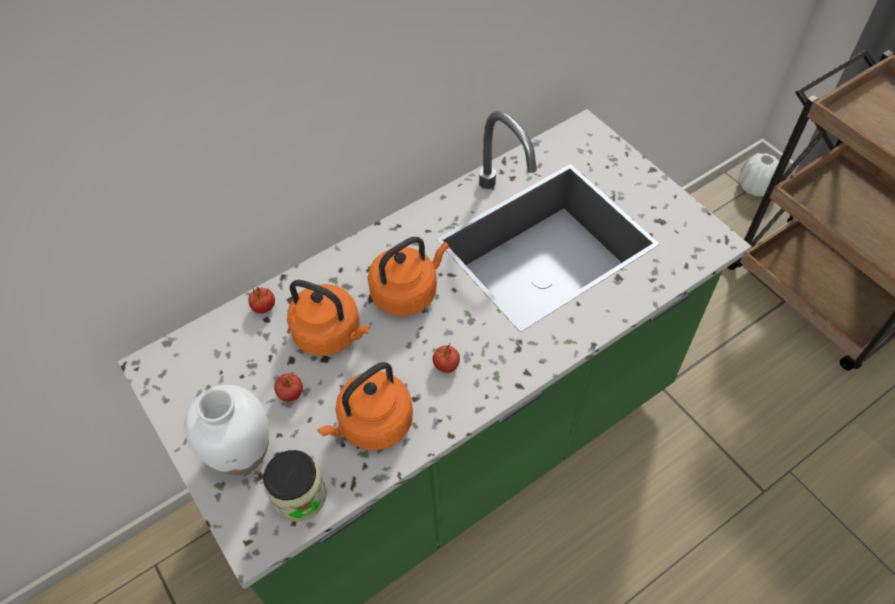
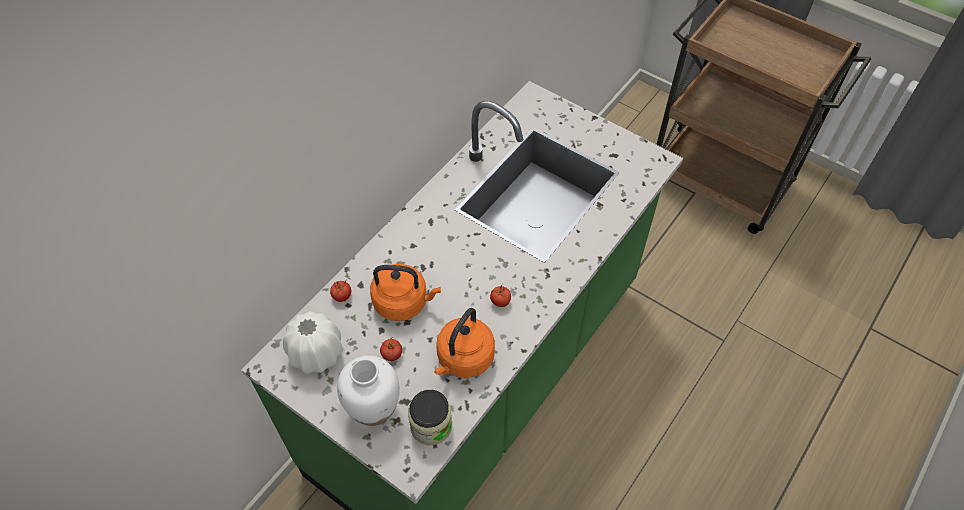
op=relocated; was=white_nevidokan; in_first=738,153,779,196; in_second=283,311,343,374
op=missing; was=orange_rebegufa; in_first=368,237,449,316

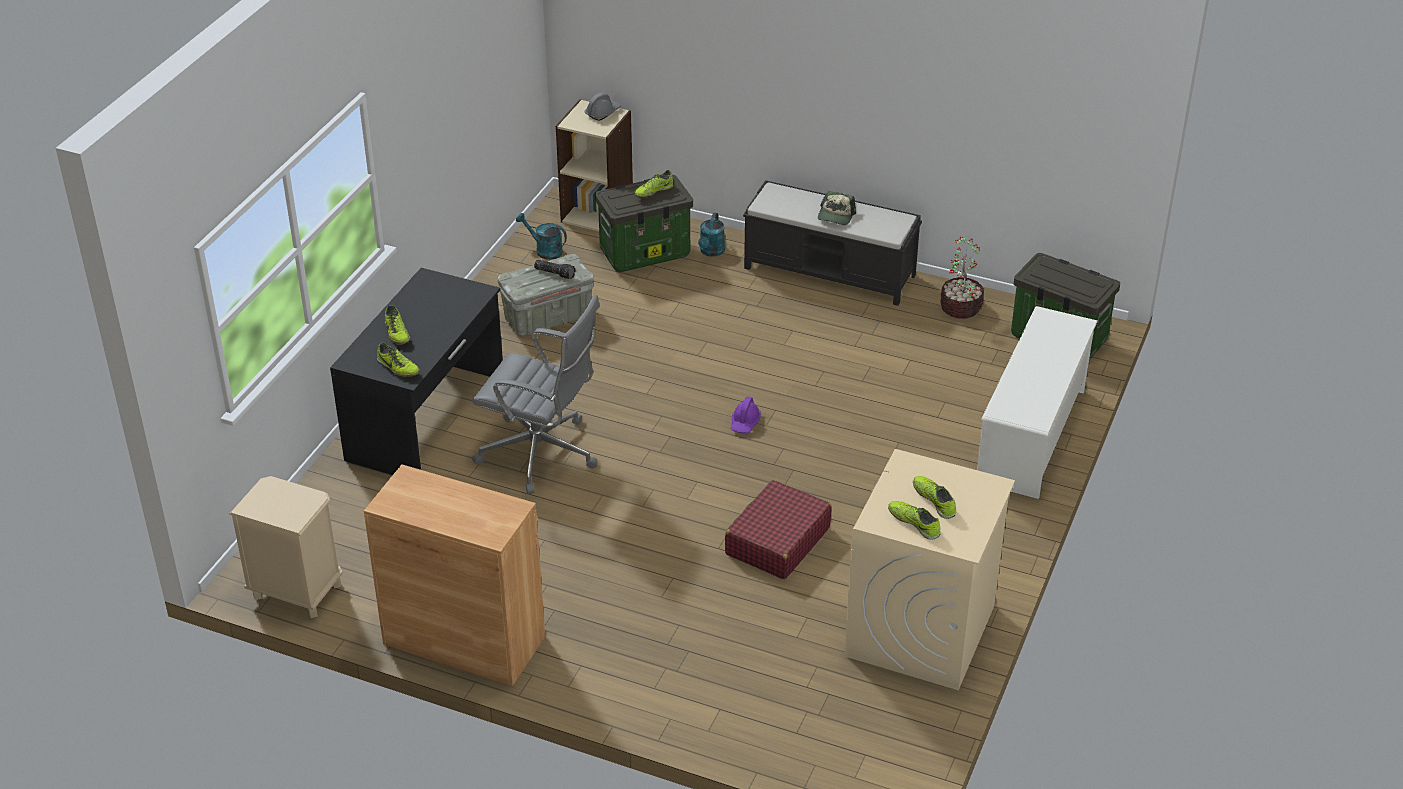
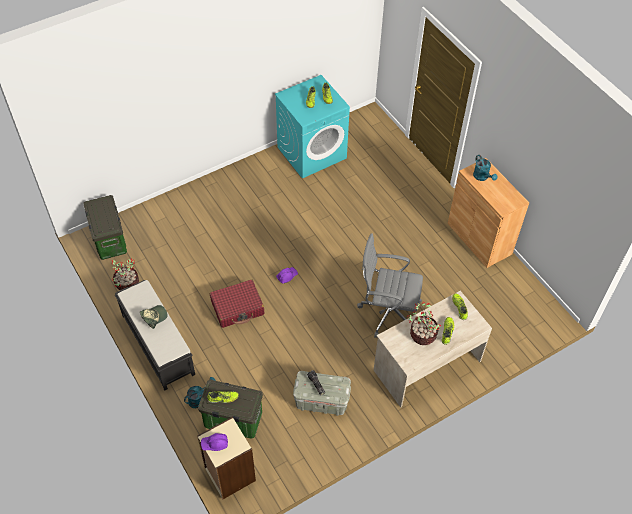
op=colour; was=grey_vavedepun; now=purple_vavedepun; in_first=584,93,621,121; in_second=201,433,228,451
op=relocated; was=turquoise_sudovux; in_first=516,213,567,260; in_second=473,155,498,181
op=colour; was=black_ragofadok; now=beige_ragofadok; in_first=330,268,503,475; in_second=374,291,492,407
op=spun; was=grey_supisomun; in_first=472,295,600,494; in_second=357,233,423,338; clockwise=-45
op=missing; was=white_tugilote; in_first=977,306,1098,499
op=colour; was=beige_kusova; now=turquoise_kusova; in_first=844,449,1015,691; in_second=275,75,350,179
op=missing; was=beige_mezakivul; in_first=229,476,343,618
op=relocated; was=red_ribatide; in_first=725,480,832,579; in_second=210,280,264,328
op=appeared; now=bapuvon; in_second=407,301,441,345

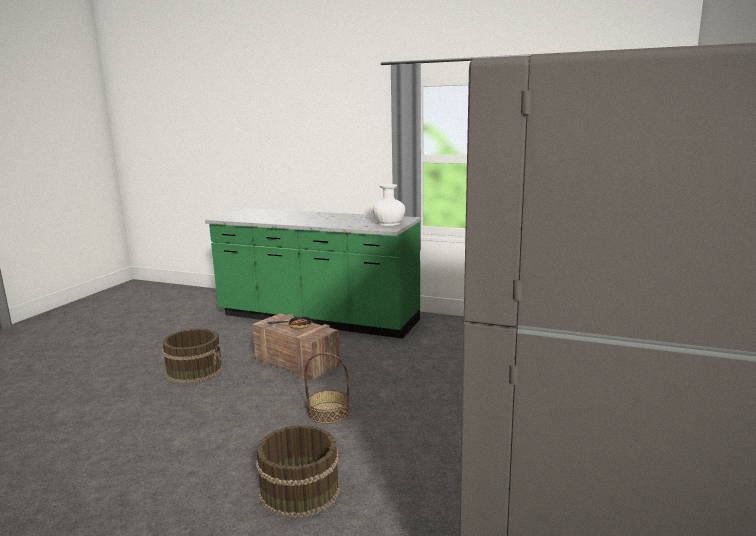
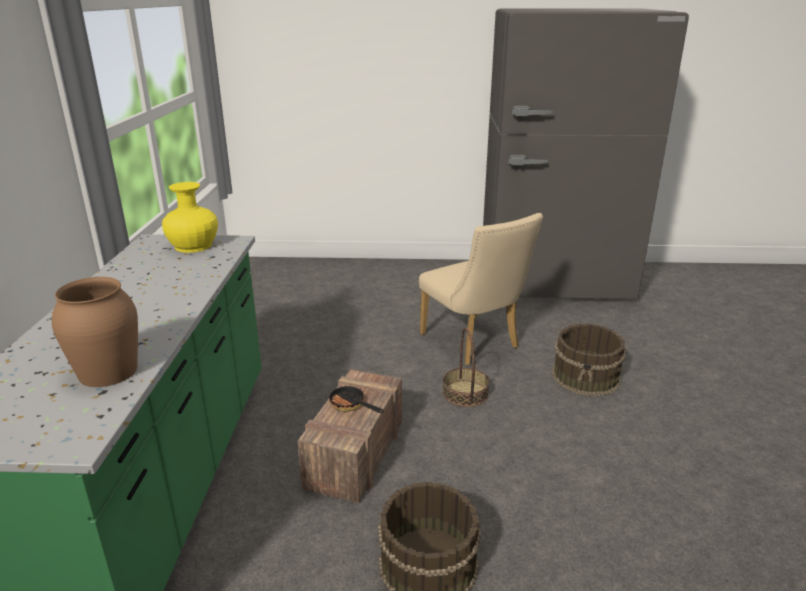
op=colour; was=white_nevidokan; now=yellow_nevidokan; in_first=373,184,405,226; in_second=162,182,218,253
op=appeared; now=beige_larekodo; in_second=419,213,543,365
op=appeared; now=brown_nevidokan; in_second=52,277,138,387

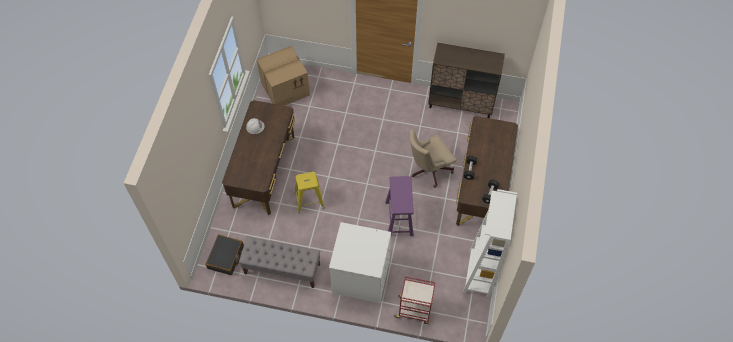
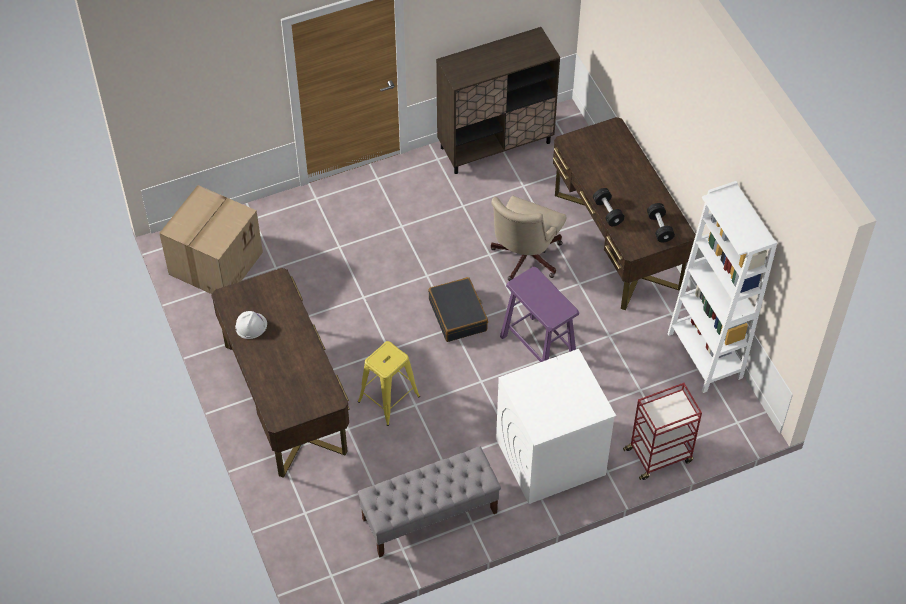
op=relocated; was=black_ribatide; in_first=205,235,244,275; in_second=428,277,488,342

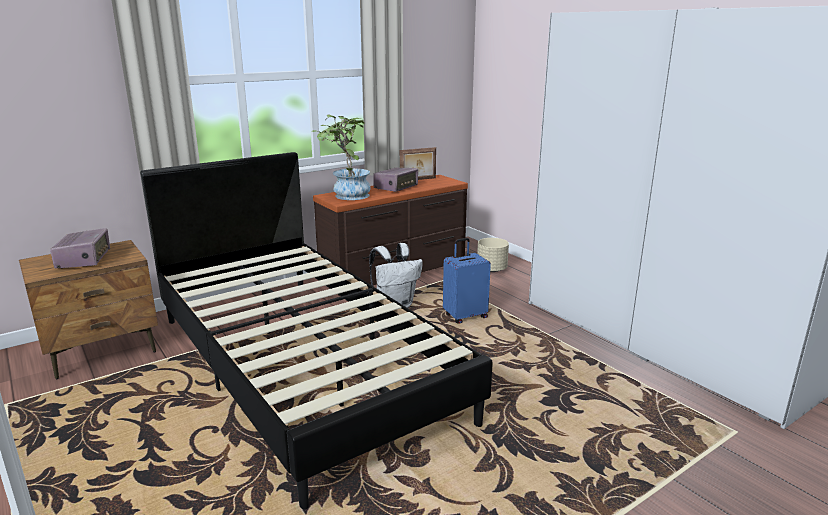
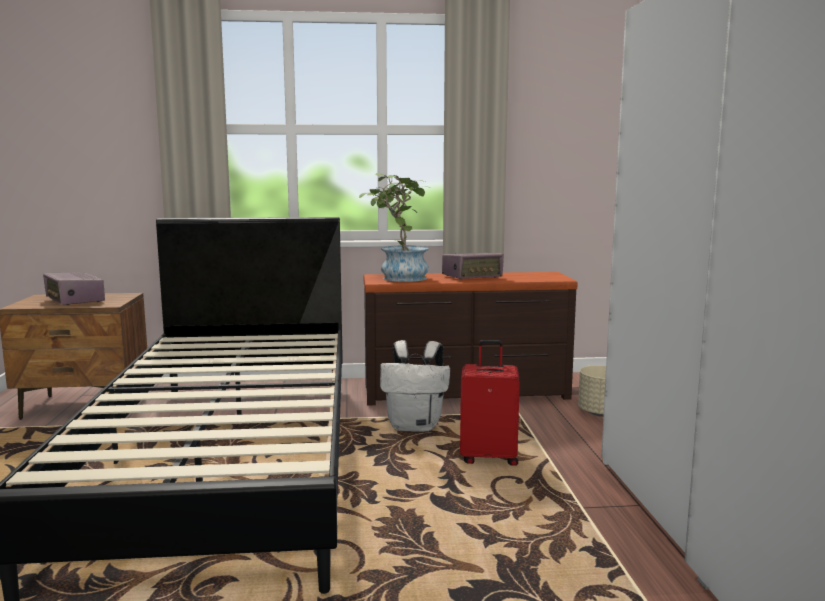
op=missing; was=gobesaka; in_first=400,147,436,180
op=spun; was=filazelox; in_first=50,228,110,268; in_second=43,273,105,305; clockwise=120
op=colour; was=blue_ribatide; now=red_ribatide; in_first=443,238,491,324; in_second=460,340,520,466

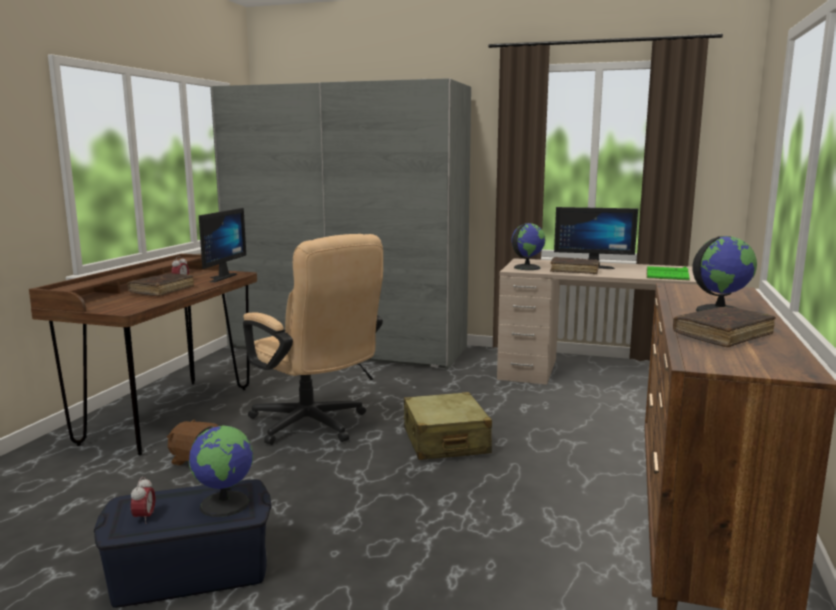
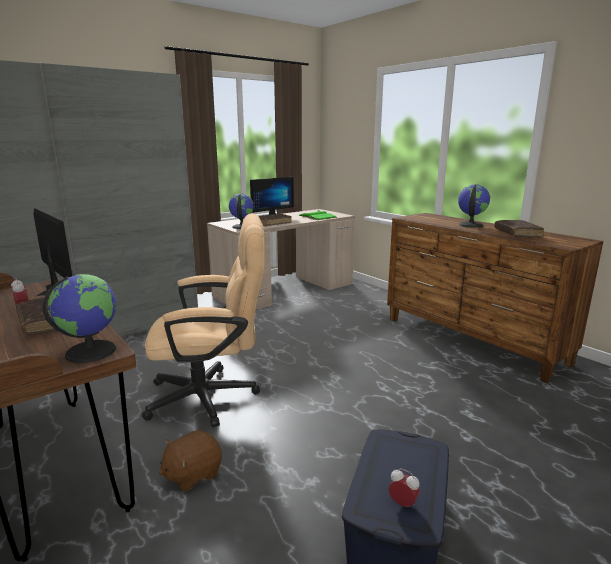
op=missing; was=beige_ribatide; in_first=404,392,492,460
op=relocated; was=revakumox; in_first=189,426,253,517; in_second=43,274,116,363

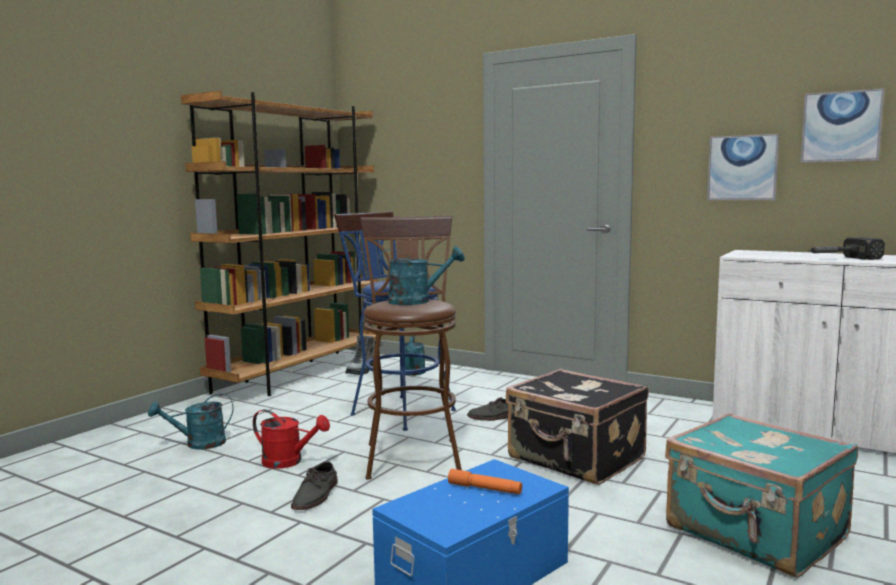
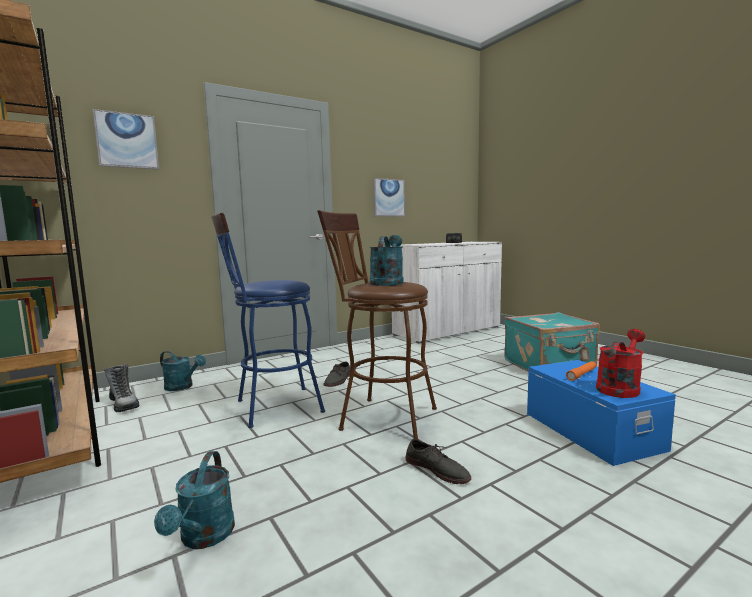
op=relocated; was=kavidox; in_first=801,88,884,163; in_second=93,109,159,169
op=missing; was=black_ribatide; in_first=506,369,649,485
op=relocated; was=red_sudovux; in_first=253,409,330,469; in_second=596,329,645,398

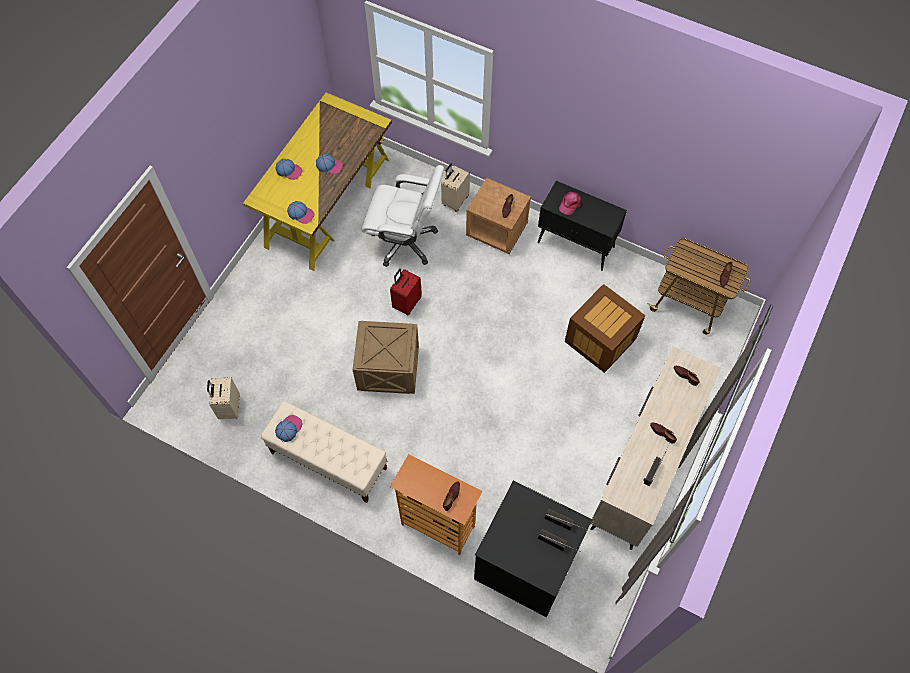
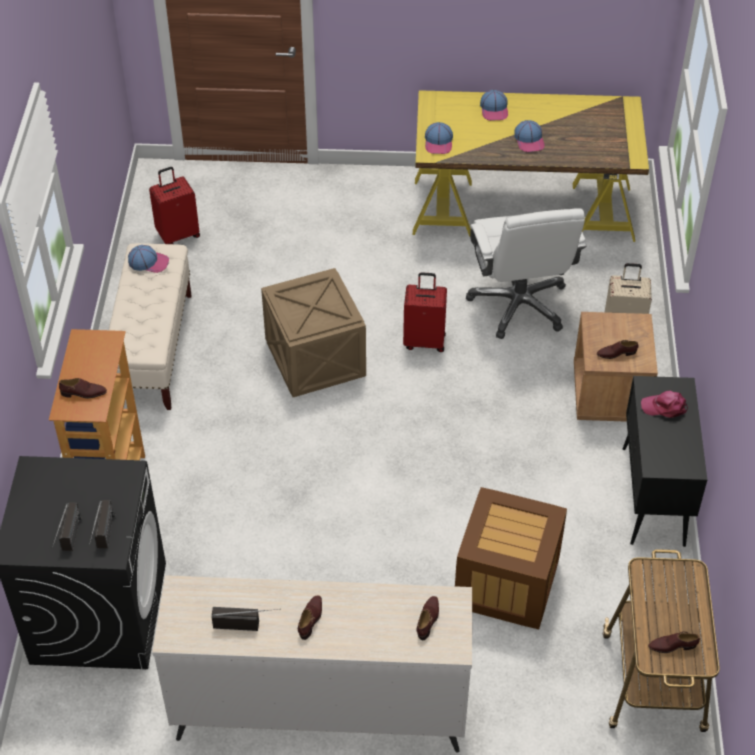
op=colour; was=beige_ribatide; now=red_ribatide; in_first=207,378,240,419; in_second=149,167,200,244

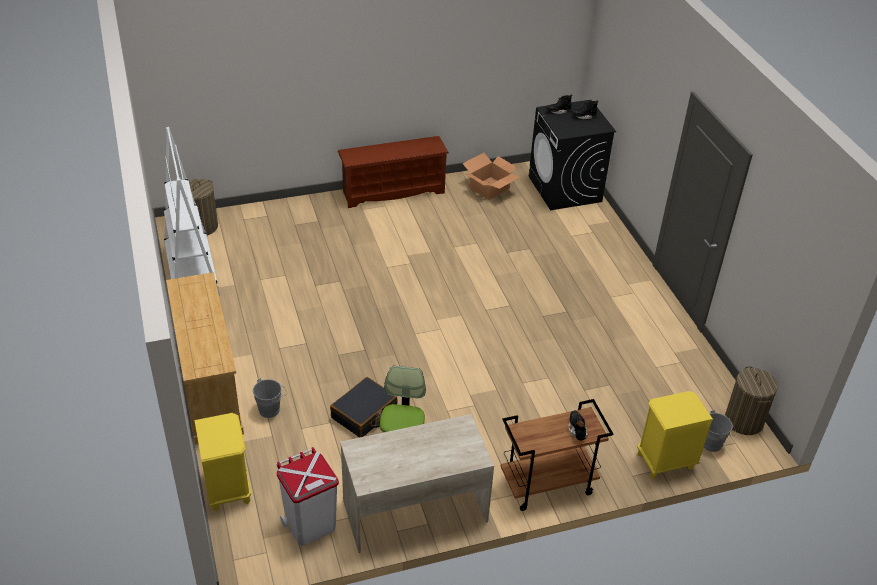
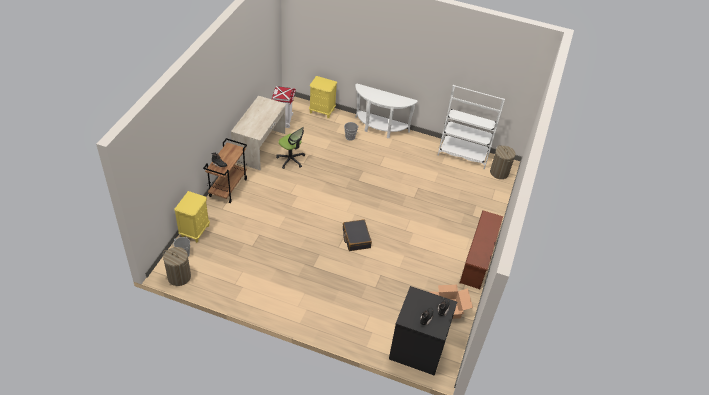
op=exchanged; was=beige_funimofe; now=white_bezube; in_first=166,272,244,444; in_second=355,83,418,138
op=relocated; was=black_ribatide; in_first=330,377,397,438; in_second=343,220,372,251

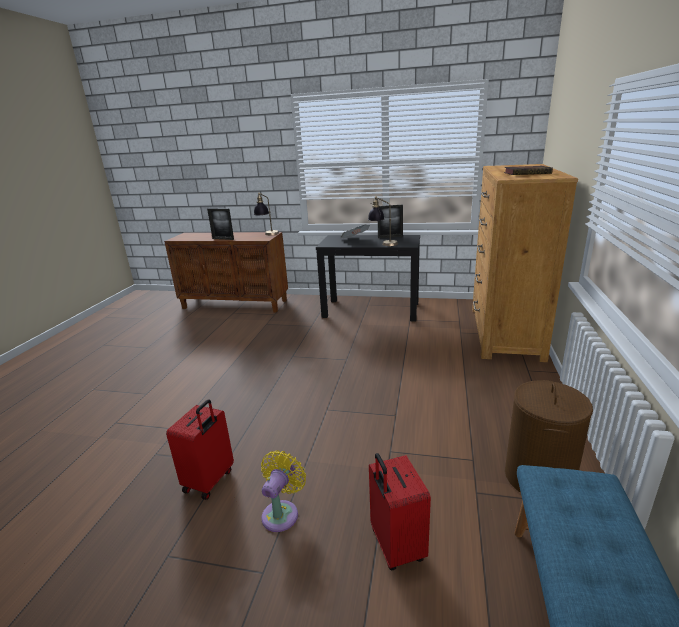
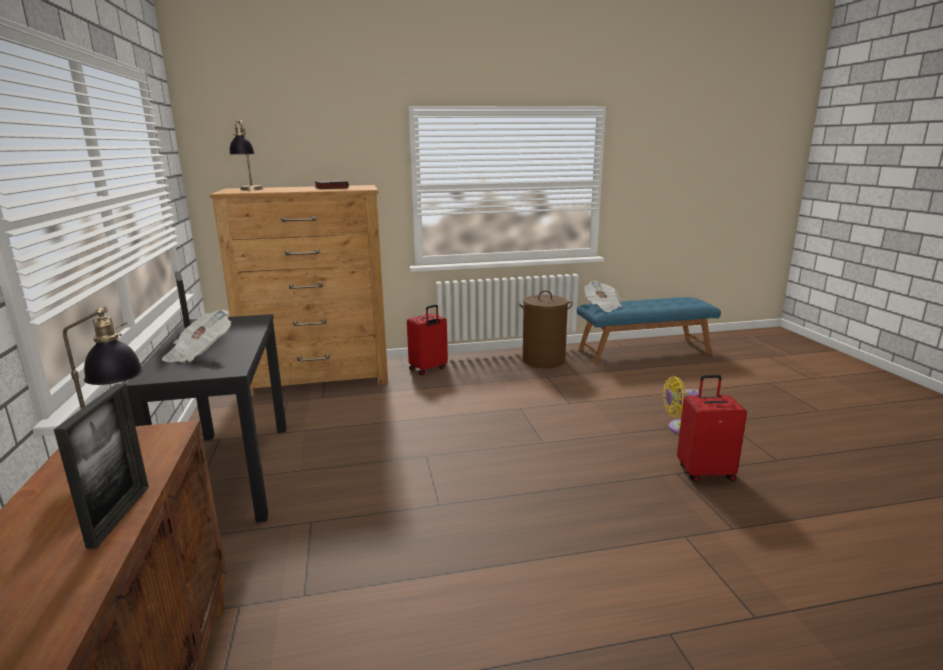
op=relocated; was=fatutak; in_first=368,196,398,246; in_second=230,119,263,190
op=relocated; was=red_ribatide; in_first=369,453,431,570; in_second=407,304,448,375
op=appeared; now=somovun; in_second=584,281,622,312

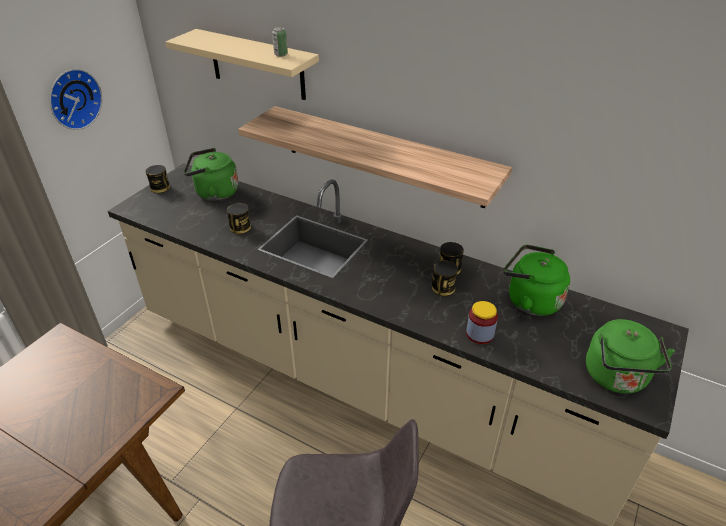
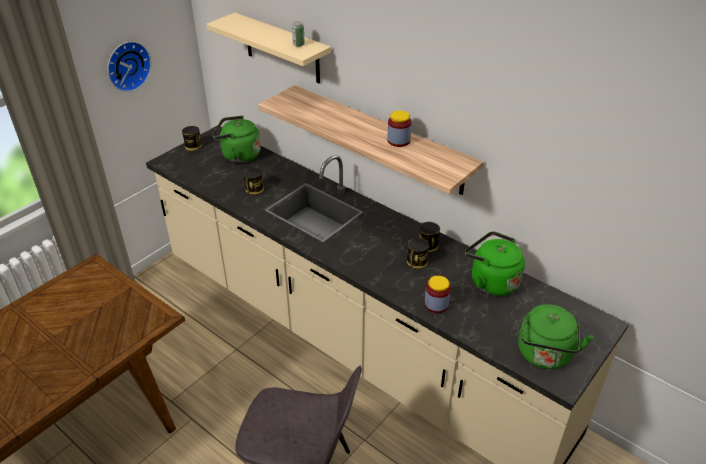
op=appeared; now=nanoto; in_second=387,111,412,147

